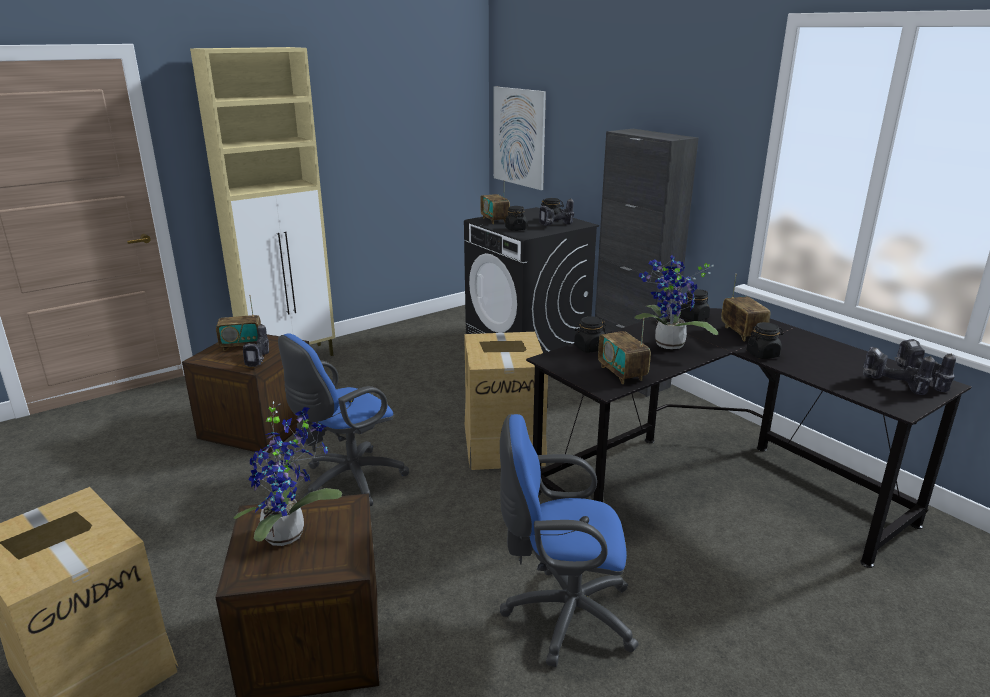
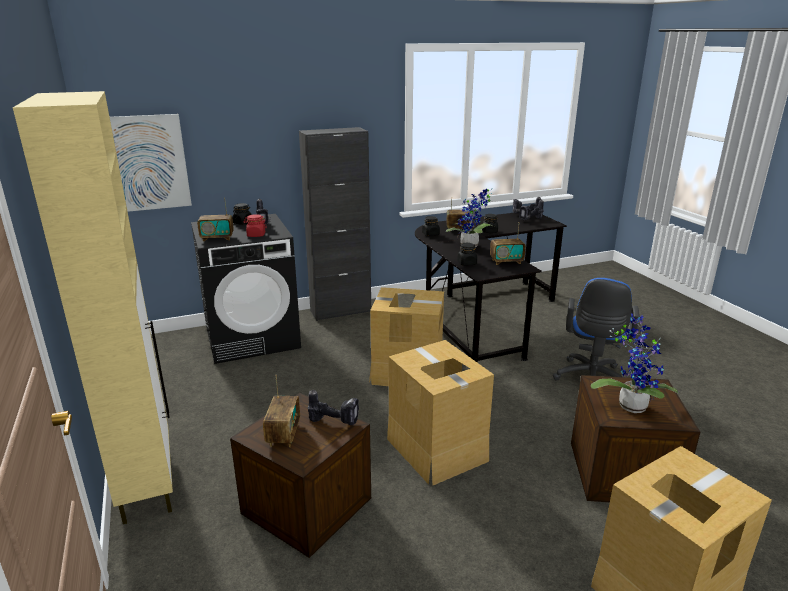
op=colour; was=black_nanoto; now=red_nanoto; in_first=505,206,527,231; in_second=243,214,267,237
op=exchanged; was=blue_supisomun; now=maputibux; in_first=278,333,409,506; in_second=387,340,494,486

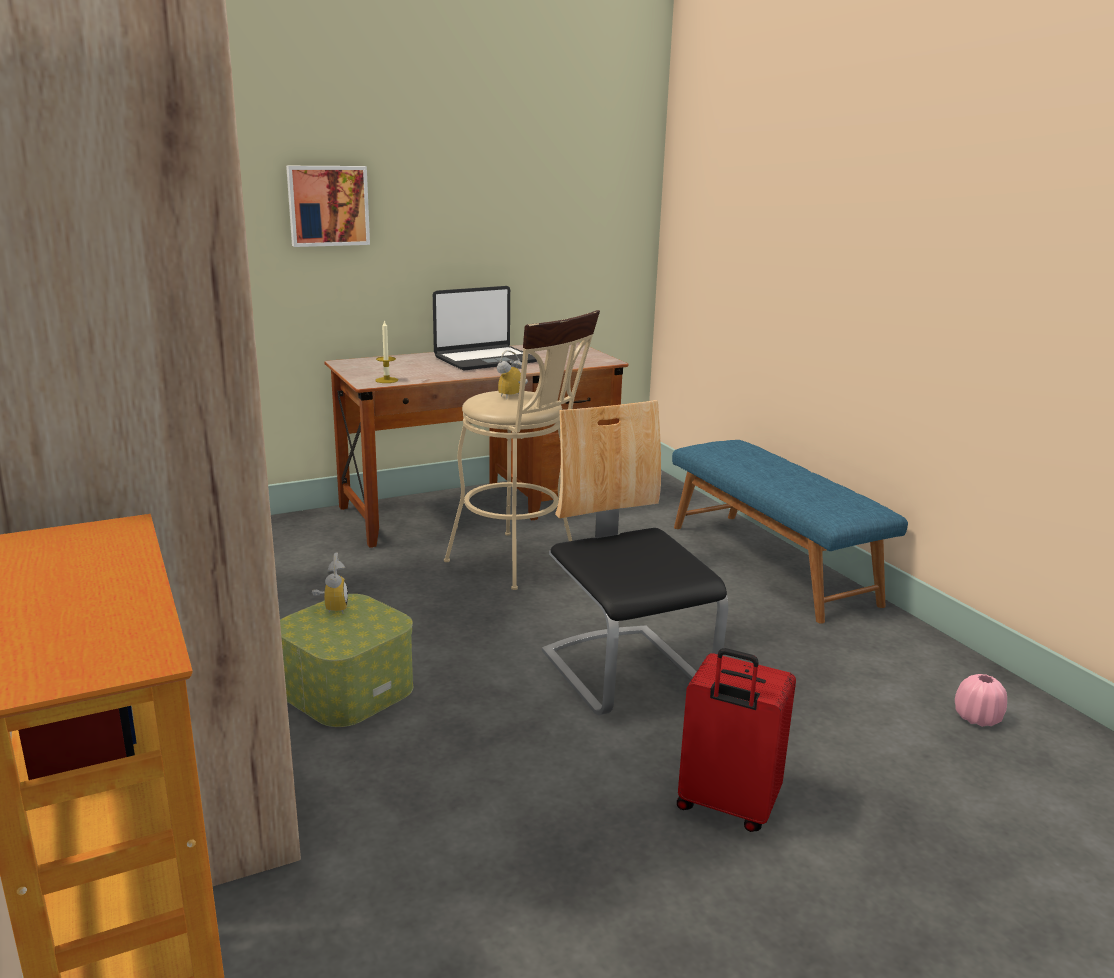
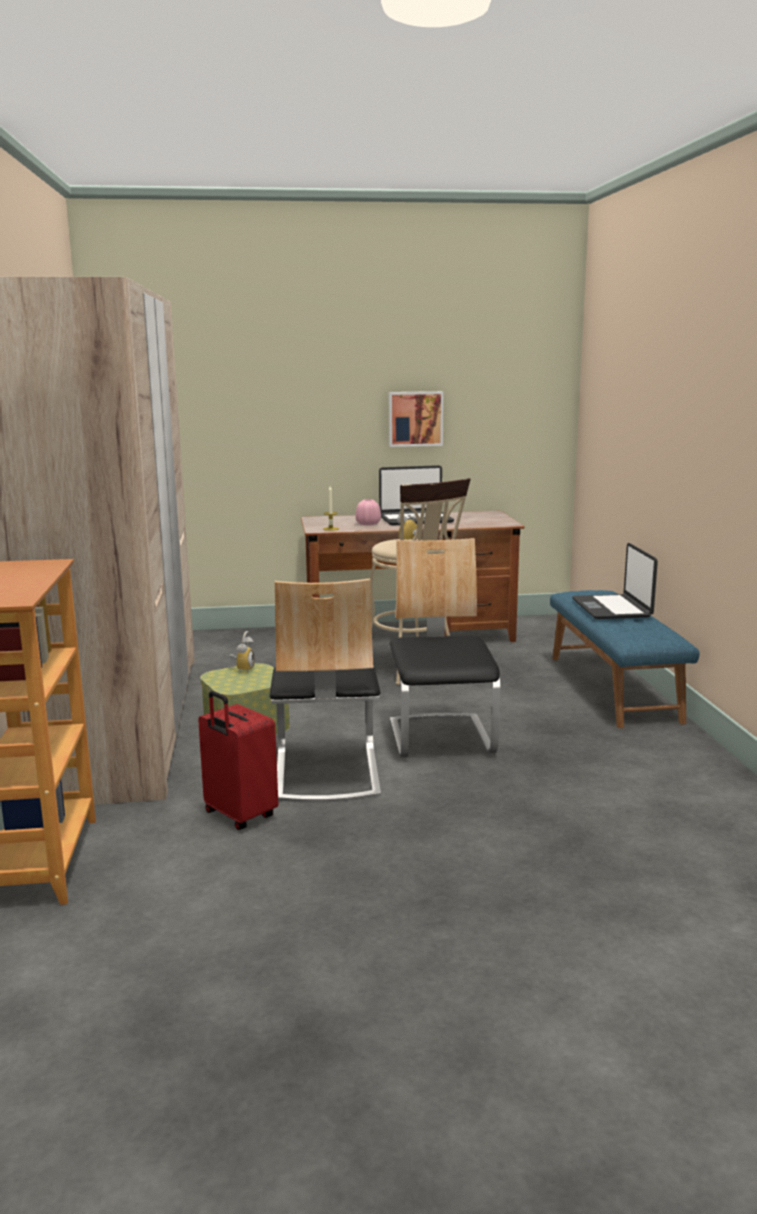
op=relocated; was=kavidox; in_first=286,166,370,247; in_second=389,391,444,447
op=relocated; was=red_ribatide; in_first=677,648,796,832; in_second=198,691,278,830
op=relocated; was=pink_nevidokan; in_first=955,674,1007,727; in_second=355,499,381,525
op=appeared; now=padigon; in_second=572,543,658,619
op=appeared; now=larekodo; in_second=270,578,381,802

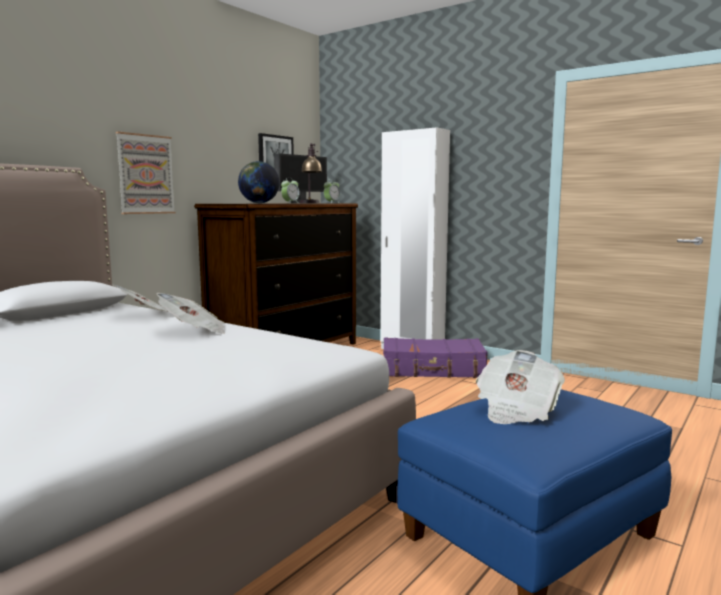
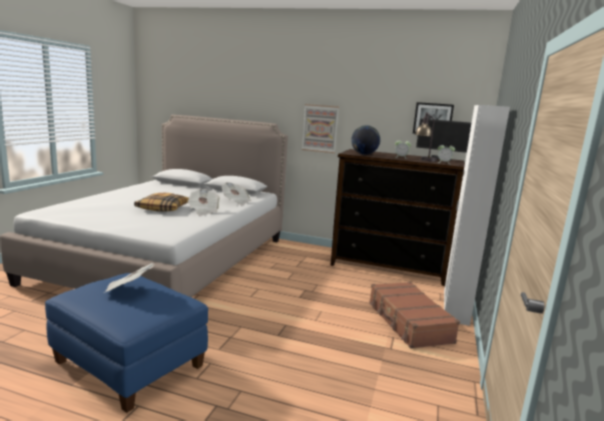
op=colour; was=purple_ribatide; now=brown_ribatide; in_first=383,338,488,378; in_second=369,282,460,349
op=appeared; now=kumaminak; in_second=134,193,189,212

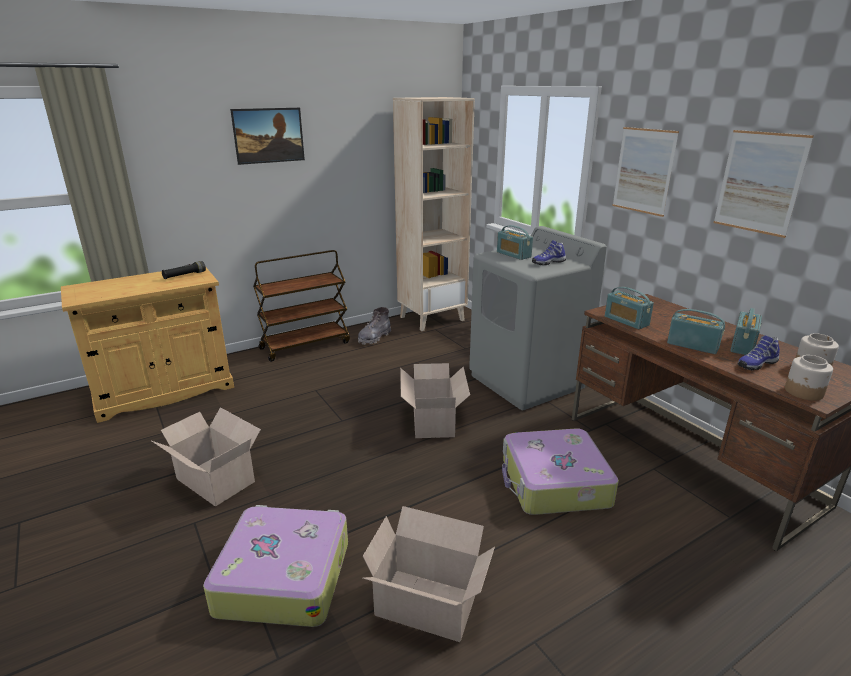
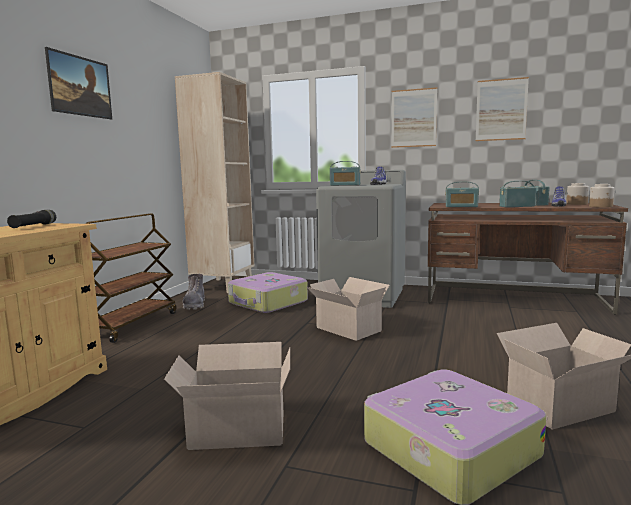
op=relocated; was=ribatide; in_first=502,428,619,515; in_second=228,272,308,313

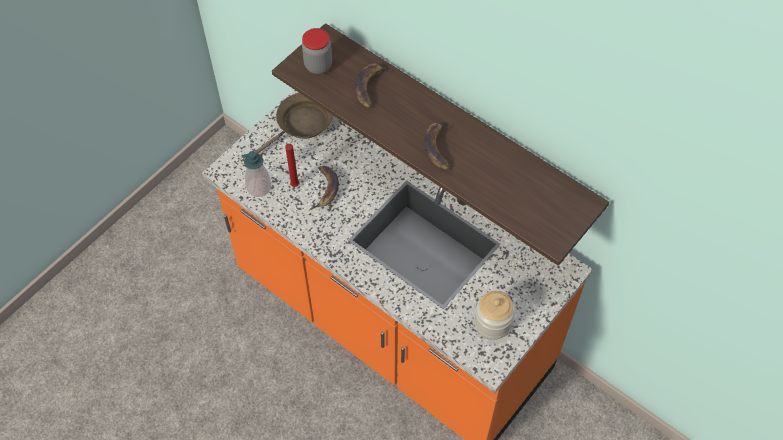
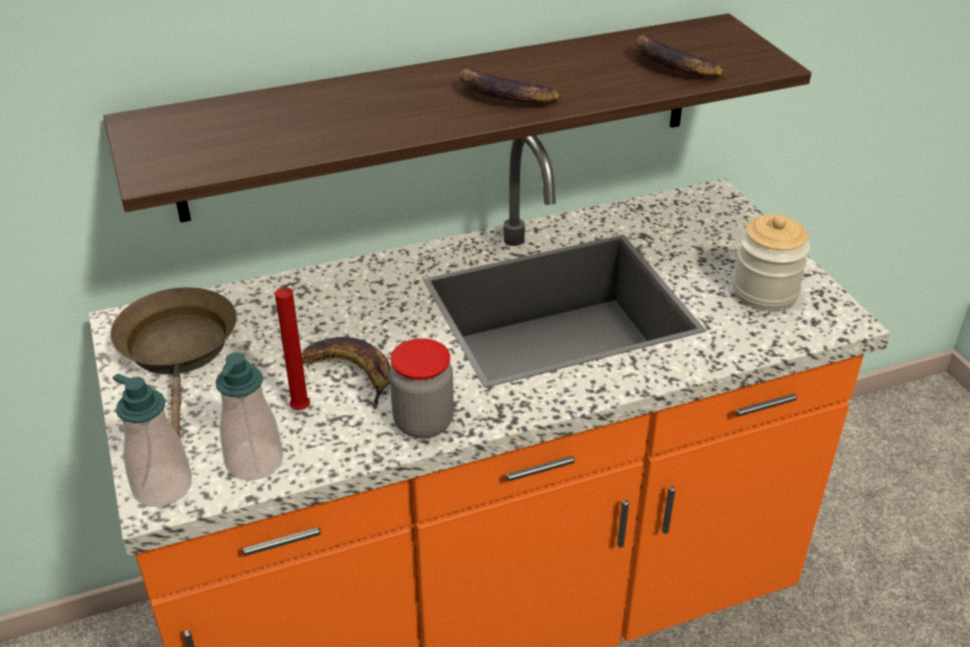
op=relocated; was=nanoto; in_first=302,28,332,74; in_second=389,338,454,438
op=relocated; was=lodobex; in_first=355,63,393,108; in_second=635,35,725,77
op=appeared; now=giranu; in_second=113,373,192,507

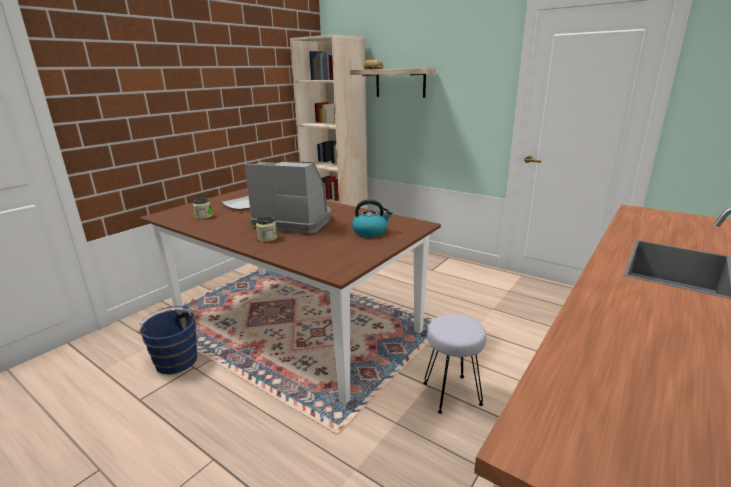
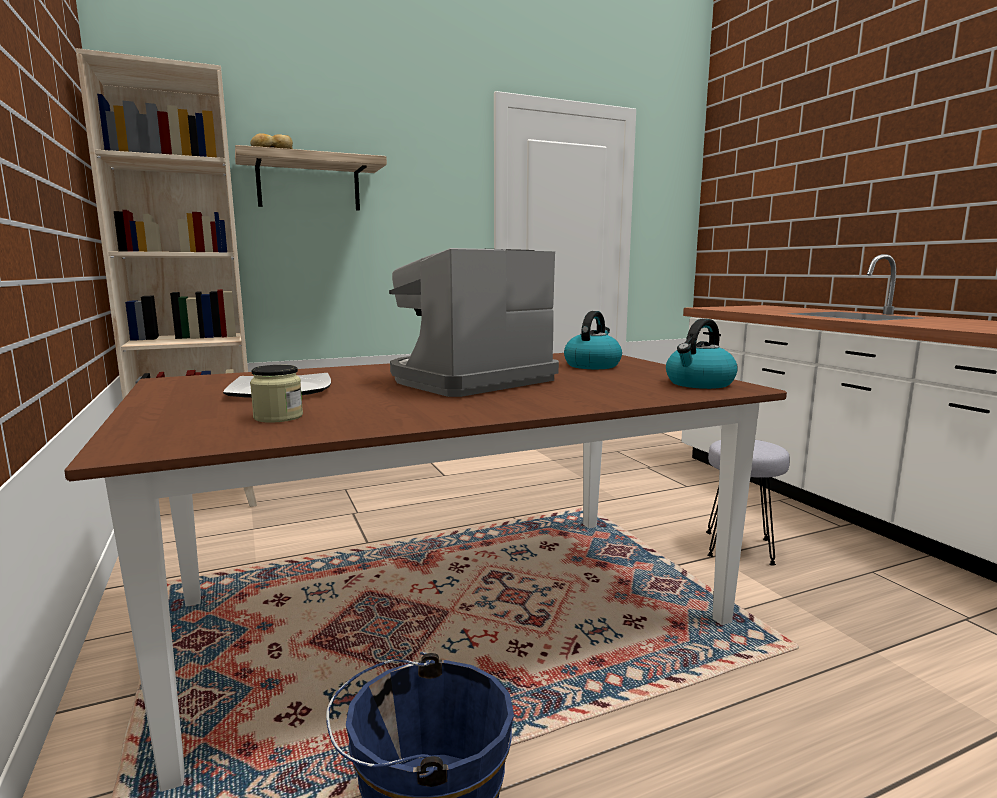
op=missing; was=nanoto; in_first=256,216,277,242
op=appeared; now=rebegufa; in_second=666,319,738,389

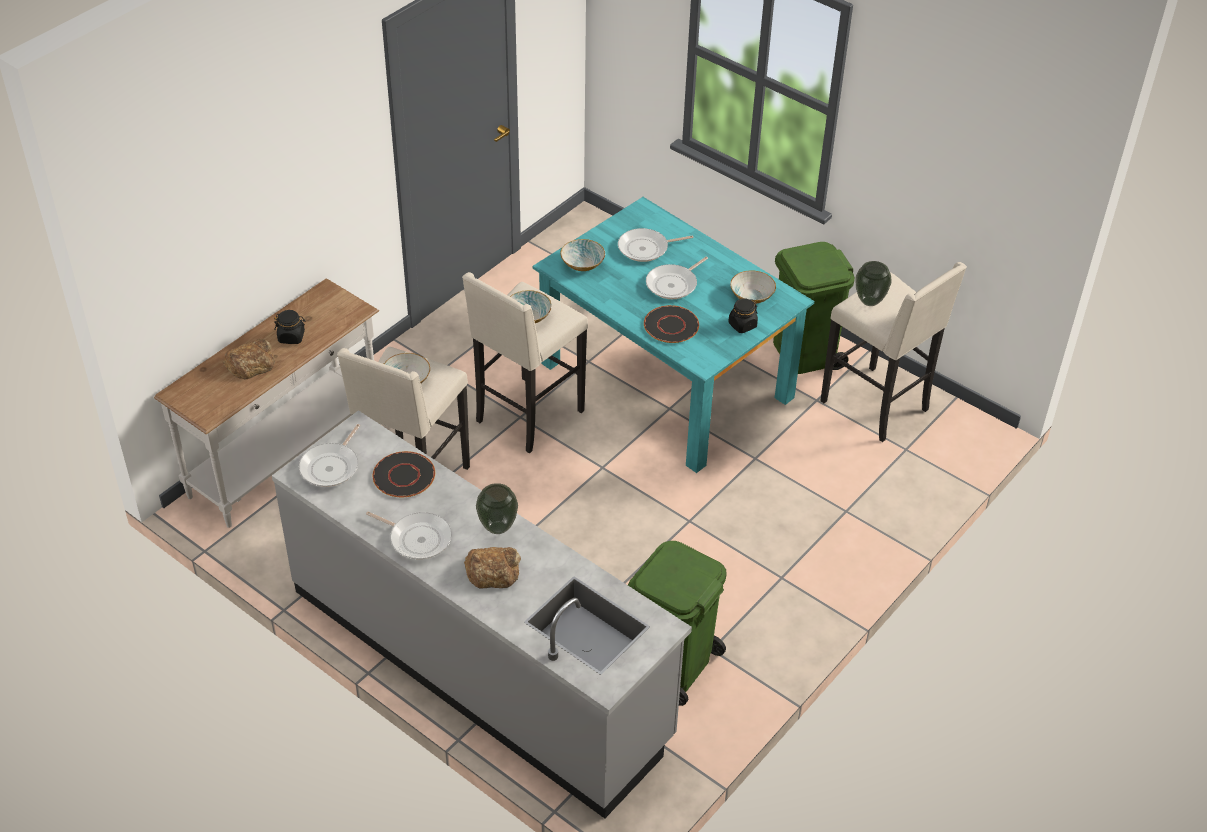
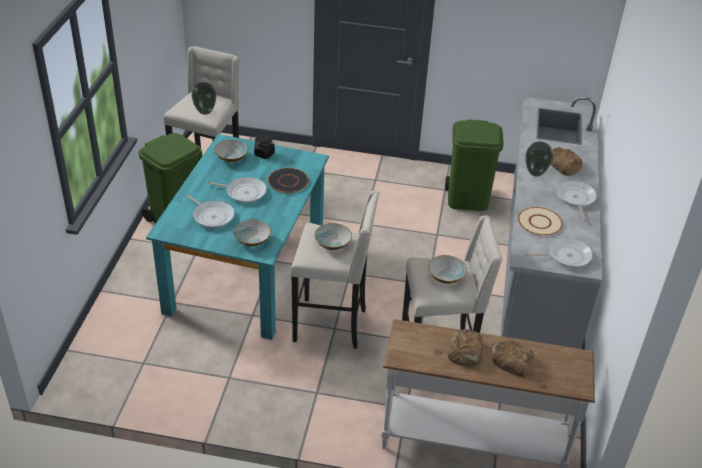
op=exchanged; was=black_nanoto; now=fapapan; in_first=274,310,306,344; in_second=448,329,483,366
op=colour; was=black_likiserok; now=beige_likiserok; in_first=373,451,435,497; in_second=518,207,563,236

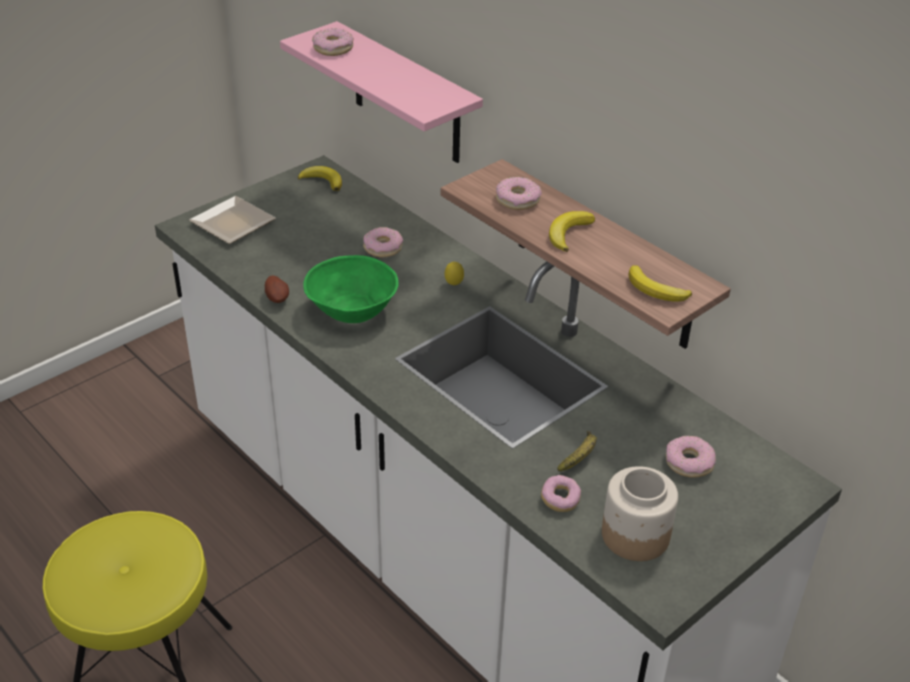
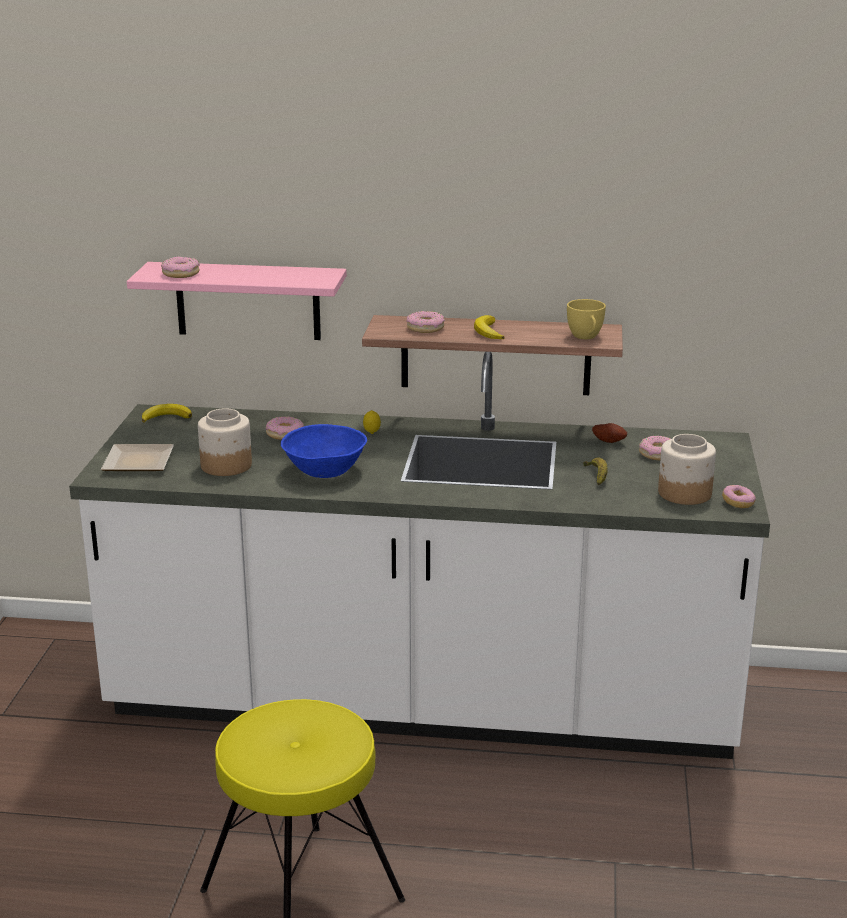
op=colour; was=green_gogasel; now=blue_gogasel; in_first=303,255,399,323; in_second=281,424,367,478
op=exchanged; was=lodobex; now=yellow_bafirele; in_first=628,265,692,302; in_second=567,299,606,339
op=relocated; was=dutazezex; in_first=265,275,289,303; in_second=592,423,627,443
op=relocated; was=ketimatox; in_first=541,475,581,512; in_second=722,485,756,508
op=appeared; now=nanoto; in_second=198,408,252,476

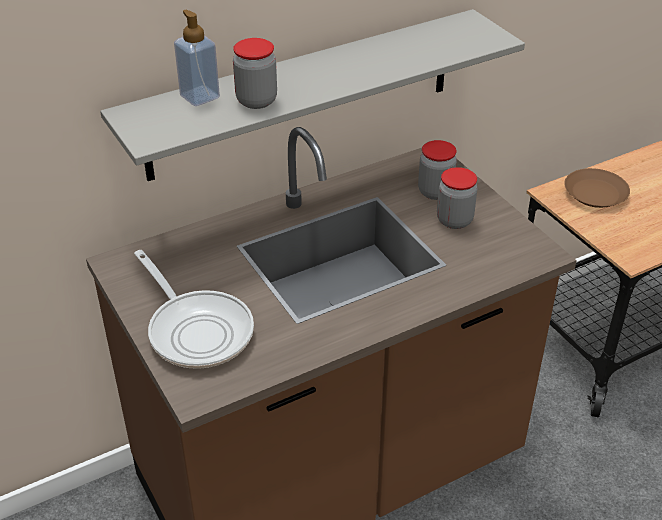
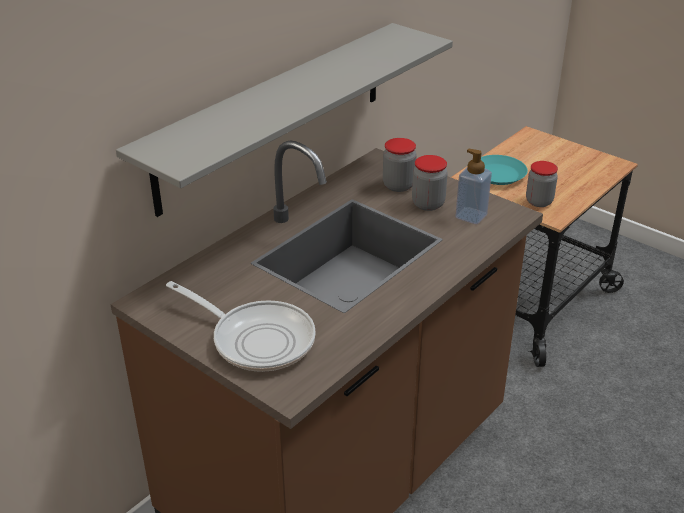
op=relocated; was=giranu; in_first=174,9,220,106; in_second=455,149,492,224
op=relocated; was=nanoto; in_first=233,38,277,109; in_second=526,161,558,207
op=colour; was=brown_likiserok; now=turquoise_likiserok; in_first=564,168,630,208; in_second=481,155,528,185

